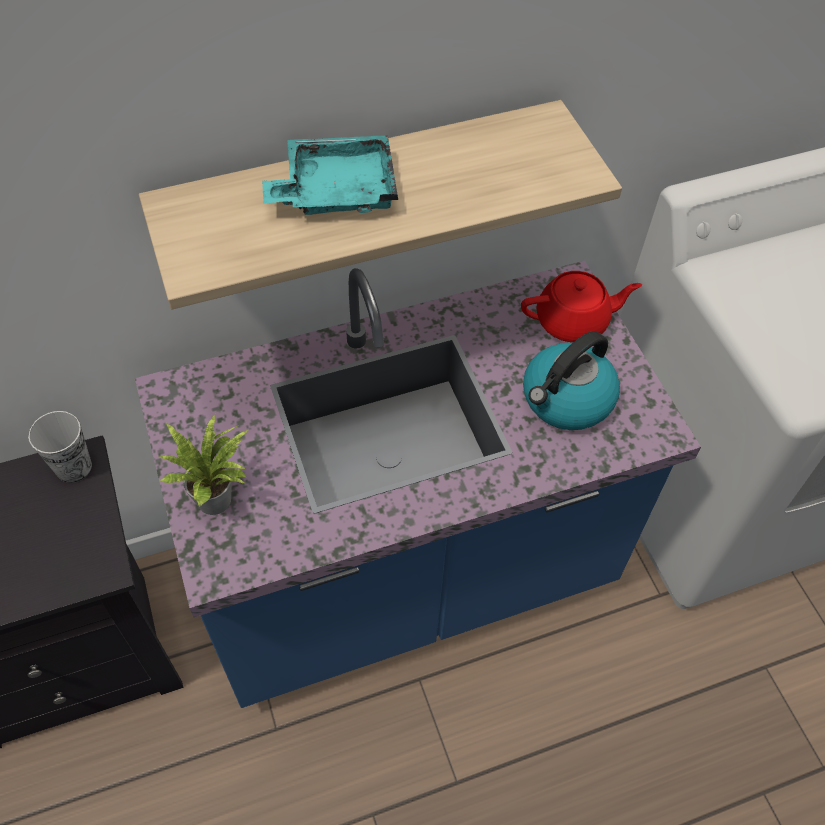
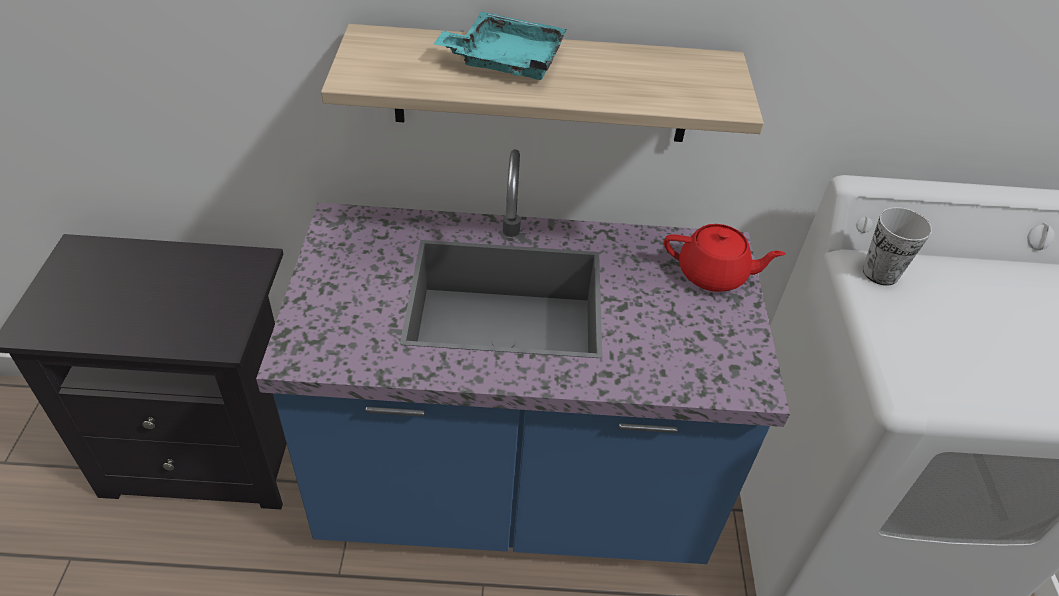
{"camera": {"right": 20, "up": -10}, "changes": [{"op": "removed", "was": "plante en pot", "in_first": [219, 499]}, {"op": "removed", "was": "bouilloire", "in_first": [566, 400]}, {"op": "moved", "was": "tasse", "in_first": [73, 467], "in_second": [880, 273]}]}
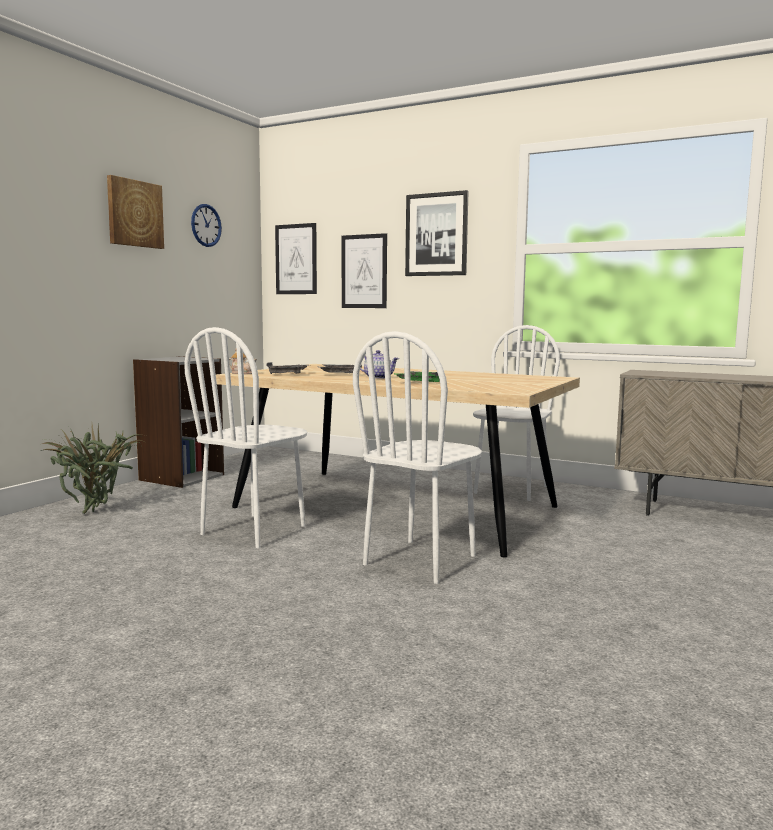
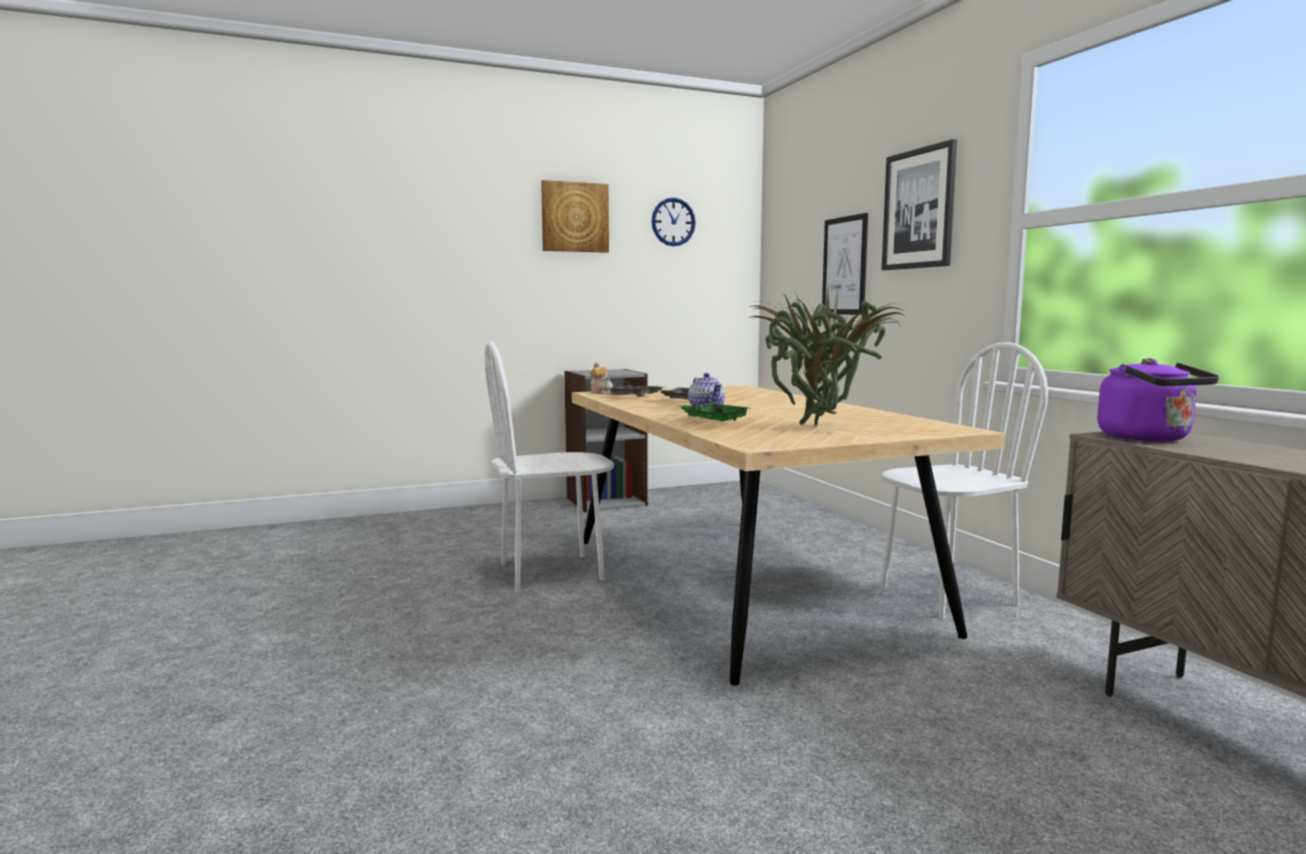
{"camera": {"right": 40, "up": 0}, "changes": [{"op": "removed", "was": "tableau", "in_first": [296, 259]}, {"op": "removed", "was": "chaise [blanc]", "in_first": [421, 560]}, {"op": "added", "now": "bouilloire [violet]", "in_second": [1149, 439]}, {"op": "moved", "was": "plante en pot", "in_first": [98, 512], "in_second": [823, 426]}]}
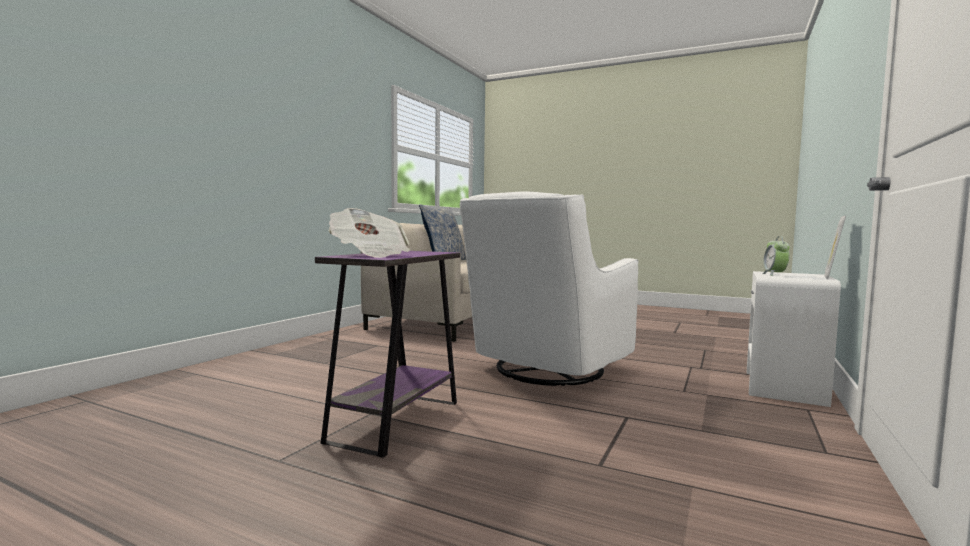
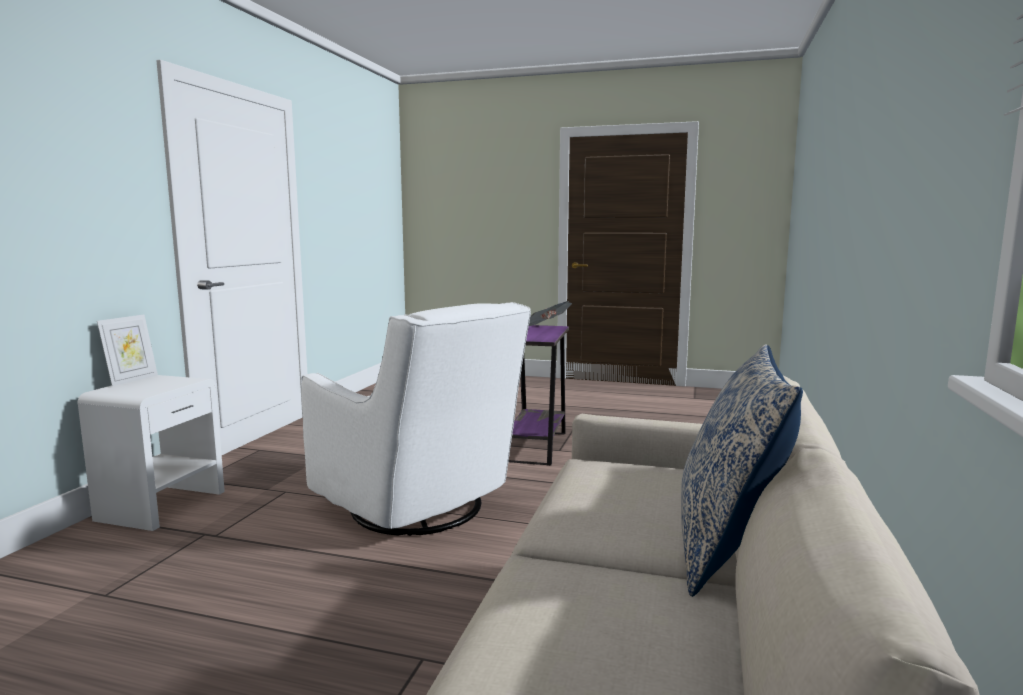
{"camera": {"right": 170, "up": 5}, "changes": [{"op": "removed", "was": "réveil", "in_first": [774, 275]}, {"op": "turned", "was": "fauteuil [blanc]", "in_first": [546, 370], "in_second": [420, 509], "clockwise": 105}]}
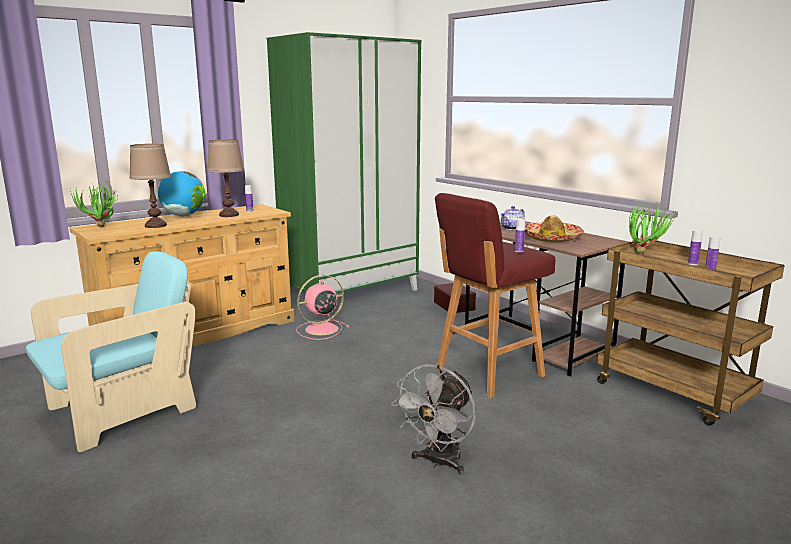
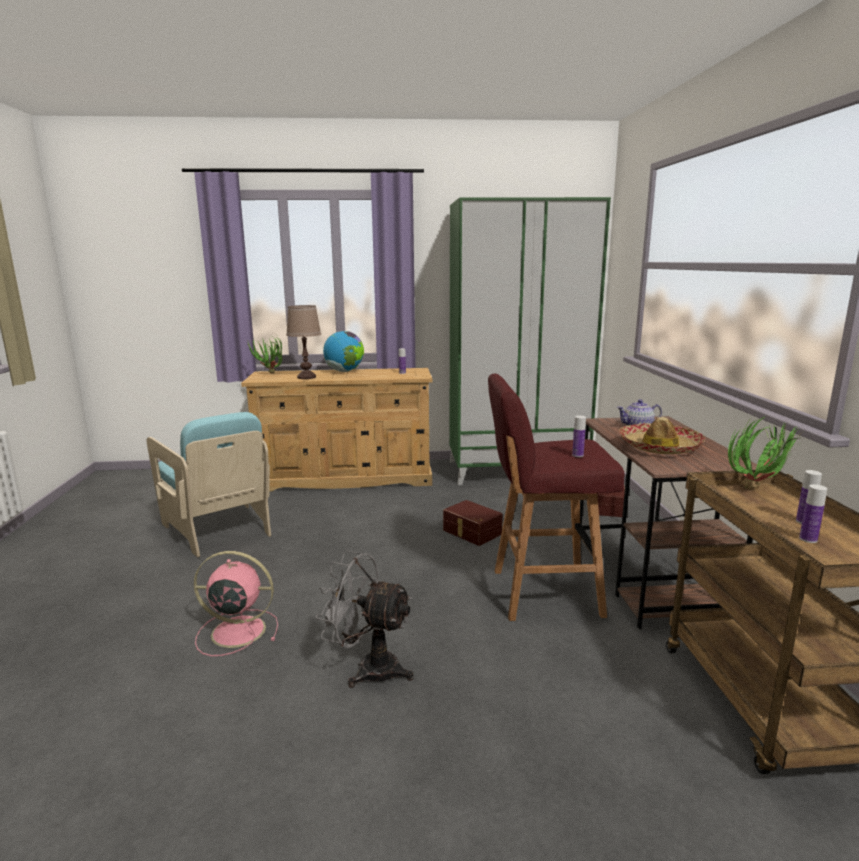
{"camera": {"right": 35, "up": 0}, "changes": [{"op": "removed", "was": "lampe de table [marron]", "in_first": [229, 215]}, {"op": "added", "now": "boîte de rangement [marron]", "in_second": [471, 532]}, {"op": "moved", "was": "ventilateur [rose]", "in_first": [320, 329], "in_second": [236, 631]}, {"op": "turned", "was": "fauteuil [turquoise]", "in_first": [122, 411], "in_second": [218, 528], "clockwise": 60}, {"op": "turned", "was": "ventilateur [gris]", "in_first": [438, 463], "in_second": [369, 668], "clockwise": 45}]}
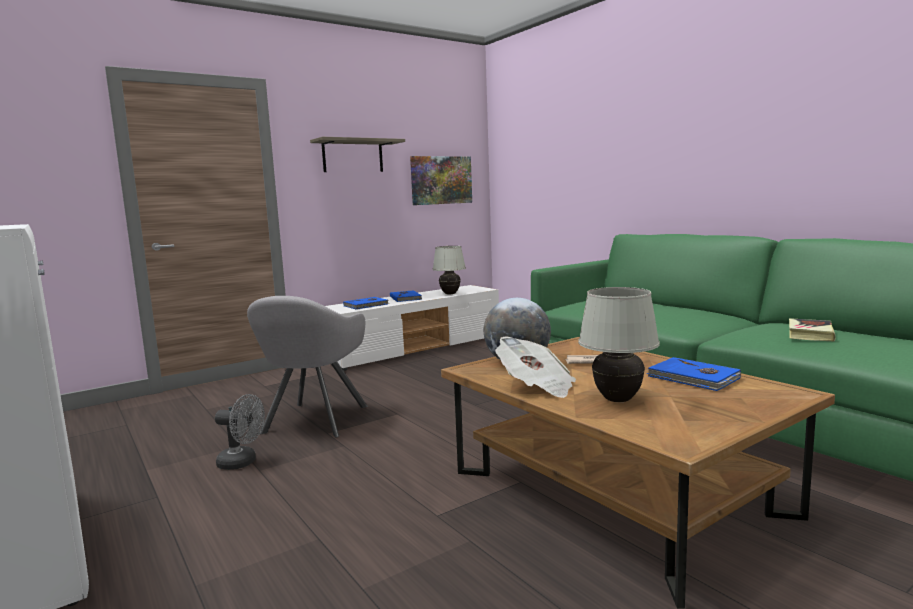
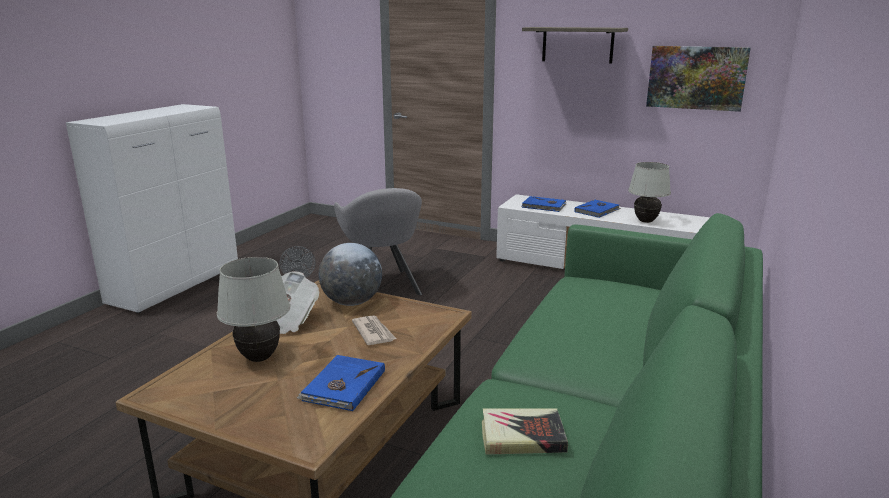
{"camera": {"right": 60, "up": 10}, "changes": [{"op": "turned", "was": "fauteuil [gris]", "in_first": [314, 421], "in_second": [382, 287], "clockwise": -90}]}
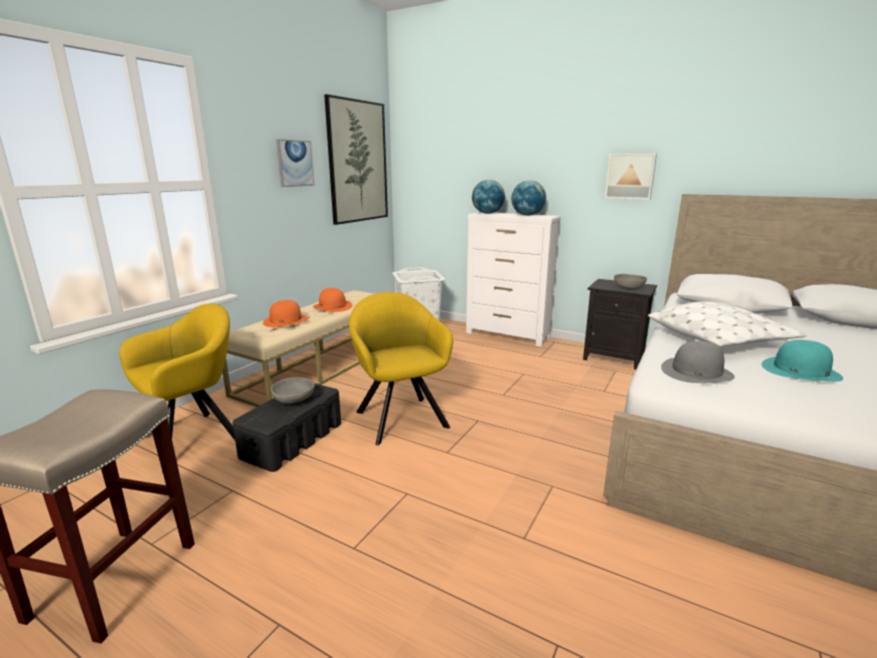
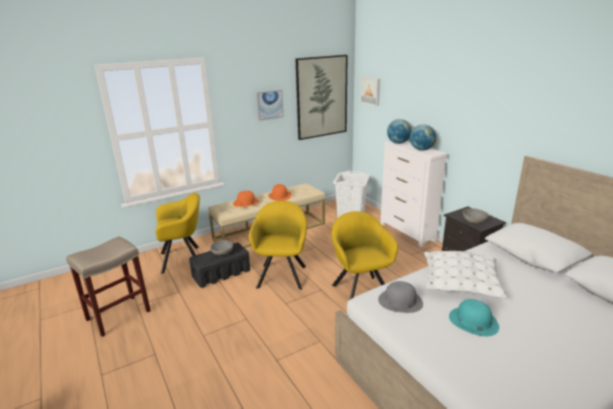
{"camera": {"right": 30, "up": 5}, "changes": [{"op": "added", "now": "fauteuil [jaune]", "in_second": [360, 290]}, {"op": "moved", "was": "tableau", "in_first": [630, 176], "in_second": [371, 90]}]}
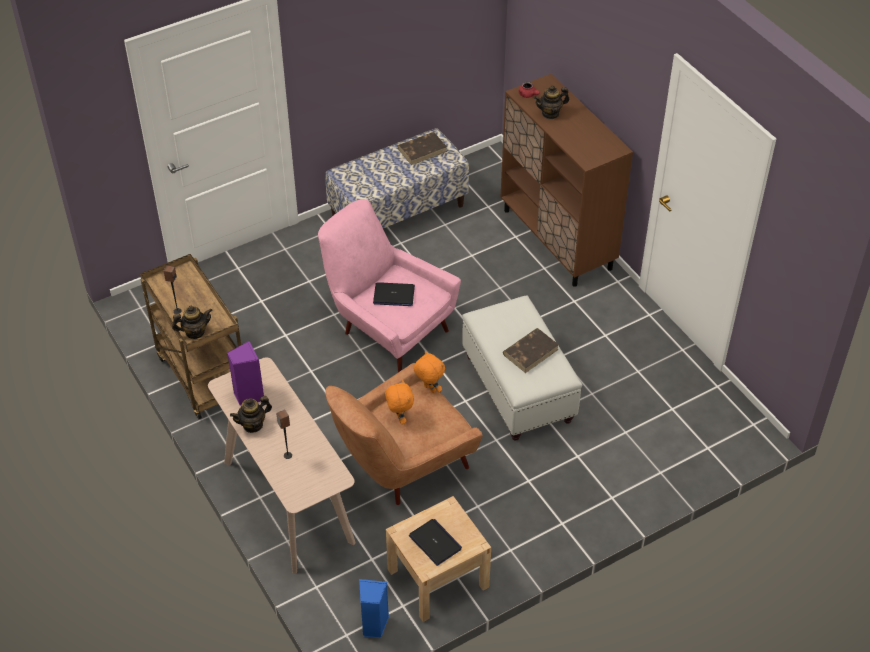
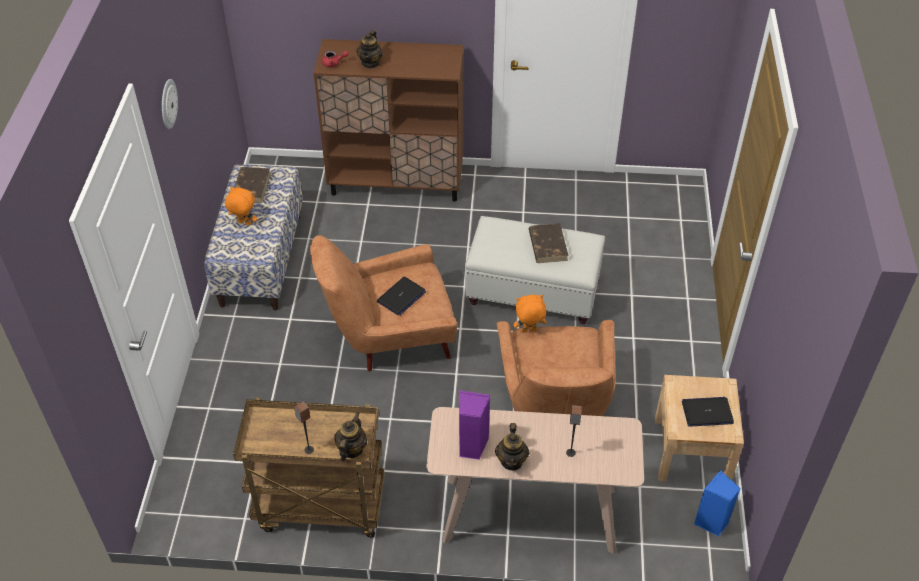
{"camera": {"right": -55, "up": 0}, "changes": [{"op": "added", "now": "horloge murale", "in_second": [167, 104]}, {"op": "moved", "was": "peluche [orange]", "in_first": [399, 418], "in_second": [243, 223]}, {"op": "recoloured", "was": "fauteuil [rose]", "now": "fauteuil [marron]", "in_first": [387, 328], "in_second": [390, 339]}]}
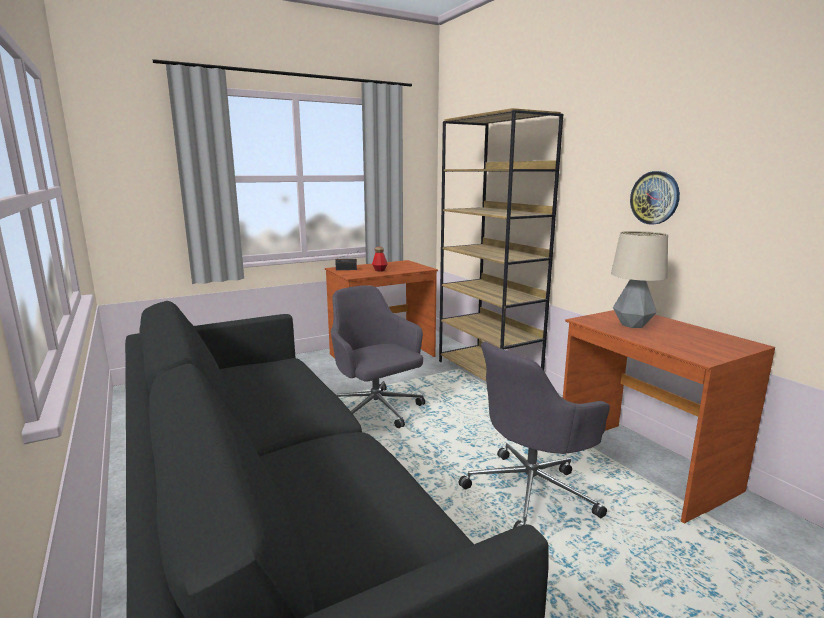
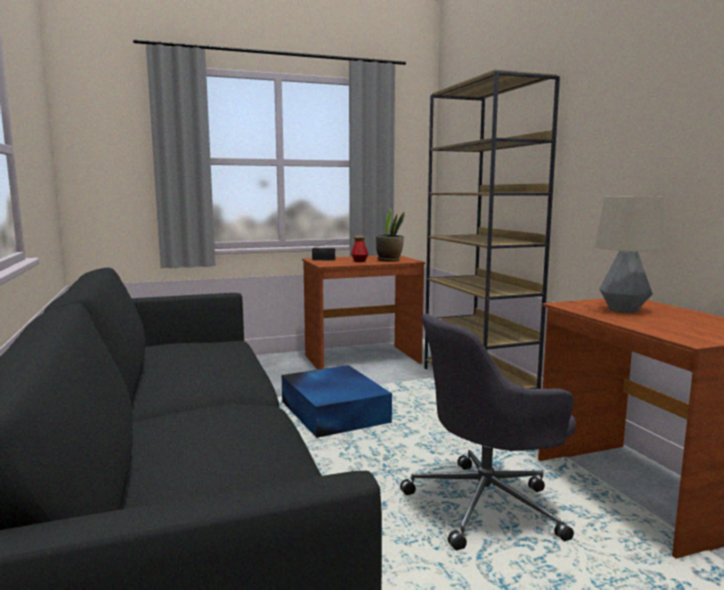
{"camera": {"right": 10, "up": -5}, "changes": [{"op": "removed", "was": "horloge murale", "in_first": [655, 198]}, {"op": "added", "now": "plante en pot", "in_second": [389, 260]}, {"op": "replaced", "was": "chaise de bureau [gris]", "now": "boîte de rangement [bleu]", "in_first": [376, 412], "in_second": [334, 412]}]}
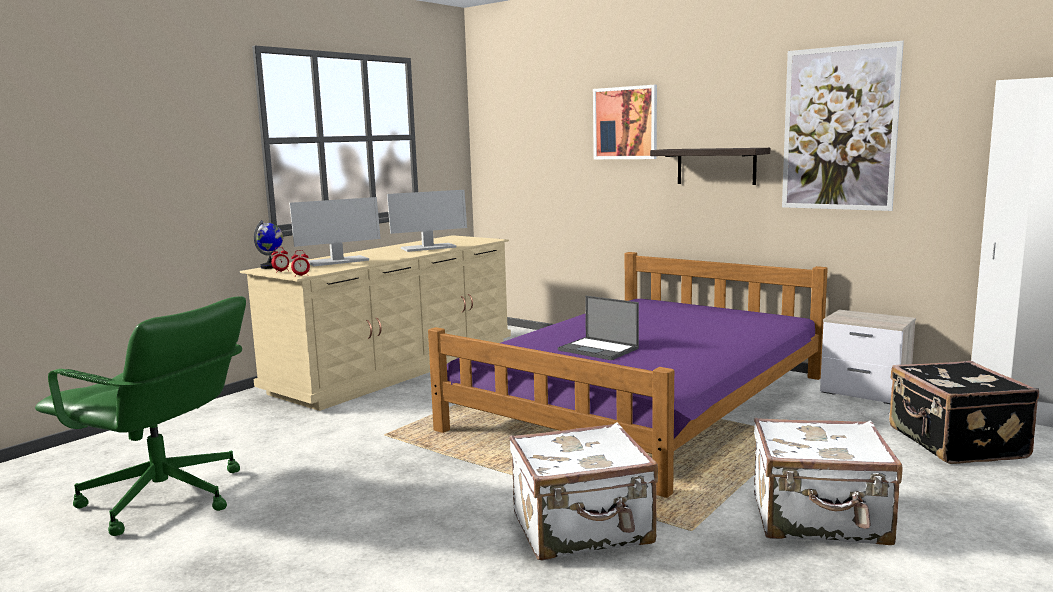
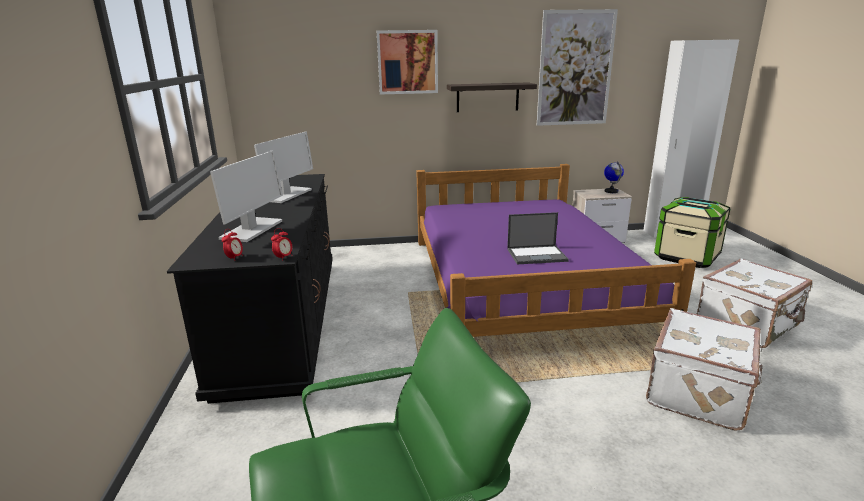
{"camera": {"right": -45, "up": 10}, "changes": [{"op": "moved", "was": "globe", "in_first": [271, 267], "in_second": [611, 191]}, {"op": "replaced", "was": "valise [noir]", "now": "boîte de rangement", "in_first": [954, 443], "in_second": [686, 257]}, {"op": "recoloured", "was": "commode [beige]", "now": "commode [noir]", "in_first": [396, 368], "in_second": [283, 321]}]}
